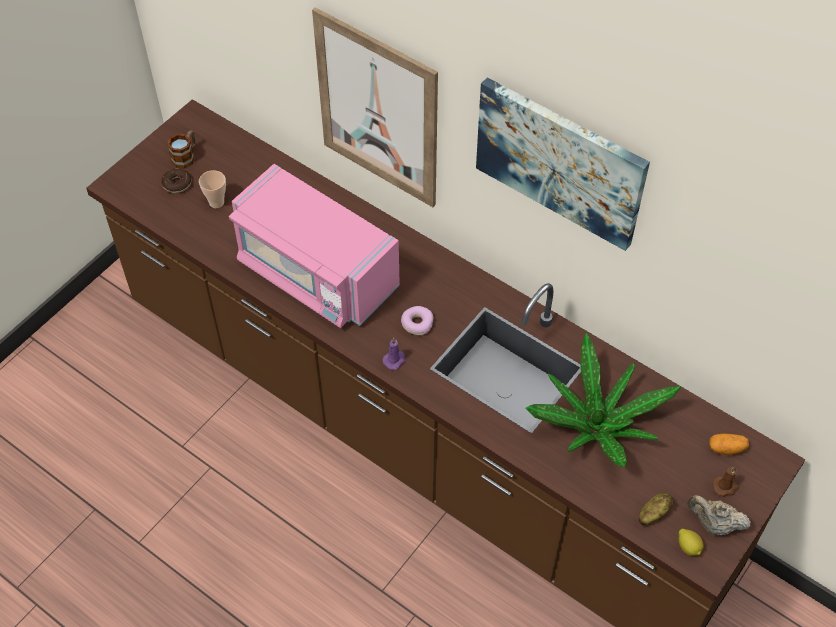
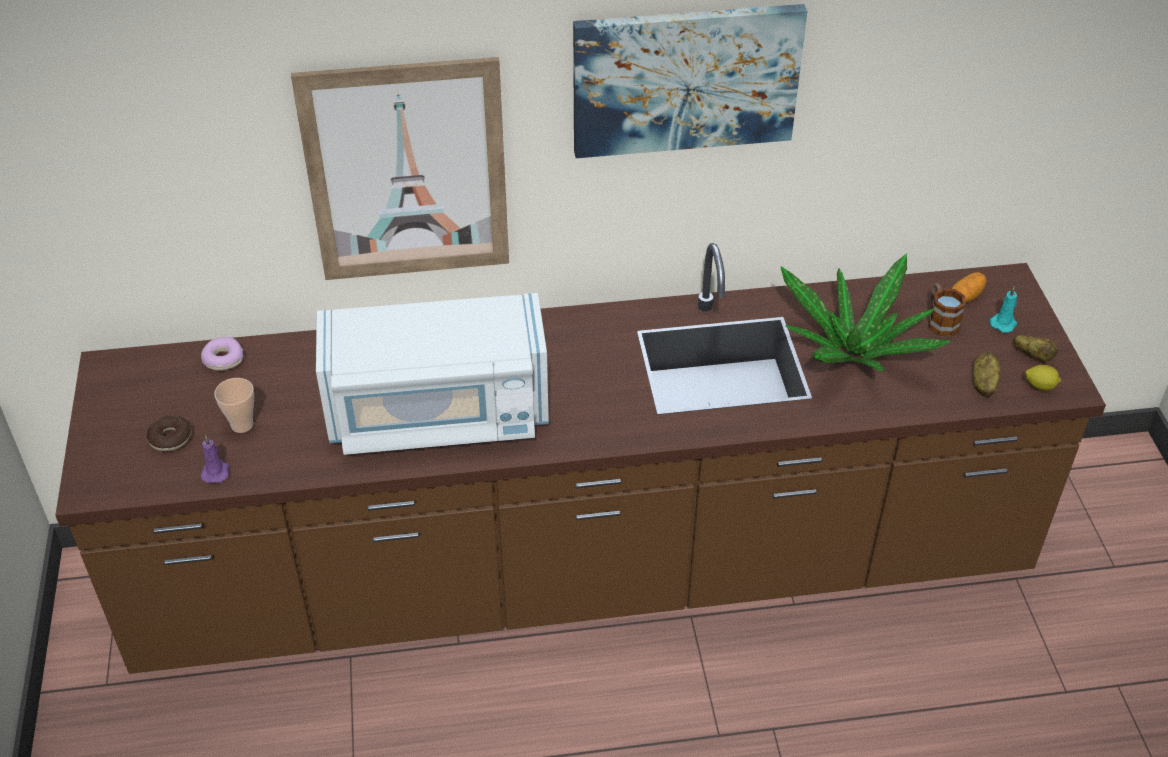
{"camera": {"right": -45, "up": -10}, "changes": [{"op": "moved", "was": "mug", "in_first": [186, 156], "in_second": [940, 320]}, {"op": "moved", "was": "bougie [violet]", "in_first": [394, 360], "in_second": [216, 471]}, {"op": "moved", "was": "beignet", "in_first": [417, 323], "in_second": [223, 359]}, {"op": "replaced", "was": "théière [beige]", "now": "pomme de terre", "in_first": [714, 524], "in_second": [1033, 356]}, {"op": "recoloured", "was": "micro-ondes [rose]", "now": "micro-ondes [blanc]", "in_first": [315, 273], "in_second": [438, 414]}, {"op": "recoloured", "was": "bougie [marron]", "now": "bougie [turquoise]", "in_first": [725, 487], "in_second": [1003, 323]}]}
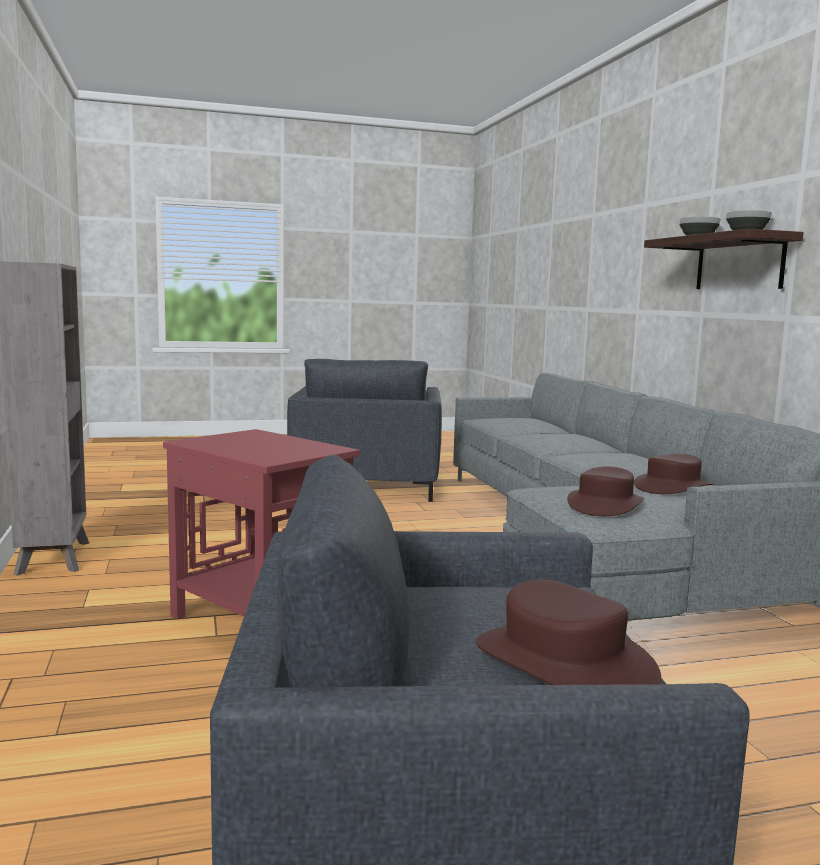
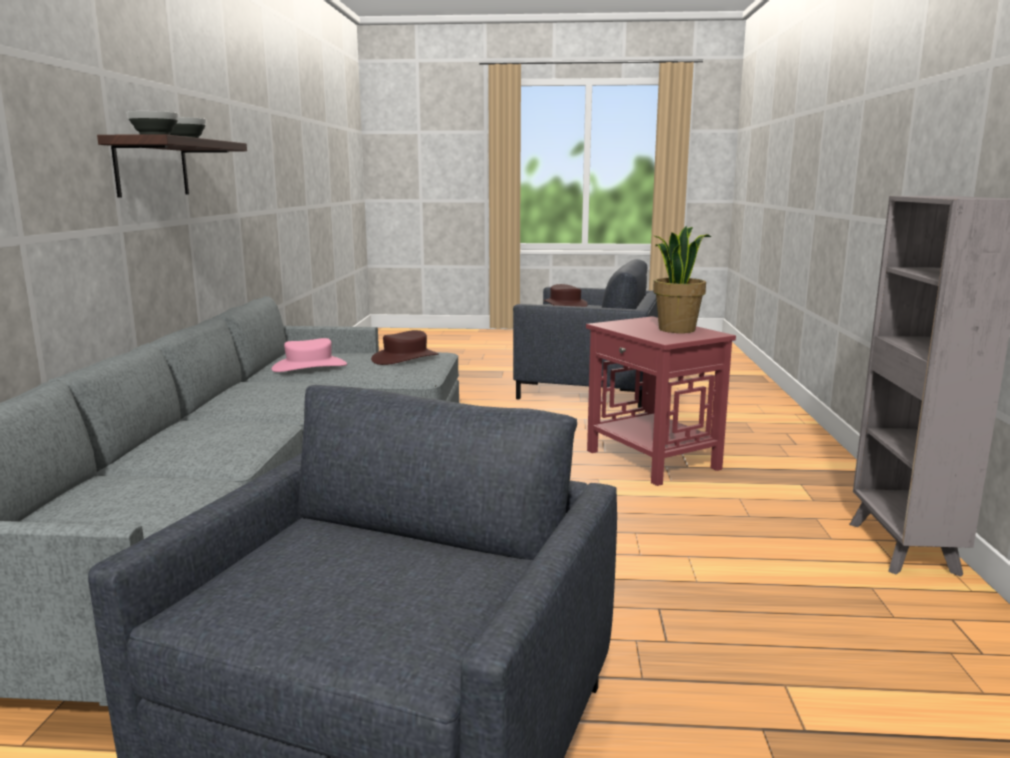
{"camera": {"right": -160, "up": 5}, "changes": [{"op": "added", "now": "plante en pot", "in_second": [676, 329]}, {"op": "recoloured", "was": "chapeau [marron]", "now": "chapeau [rose]", "in_first": [672, 487], "in_second": [309, 367]}]}
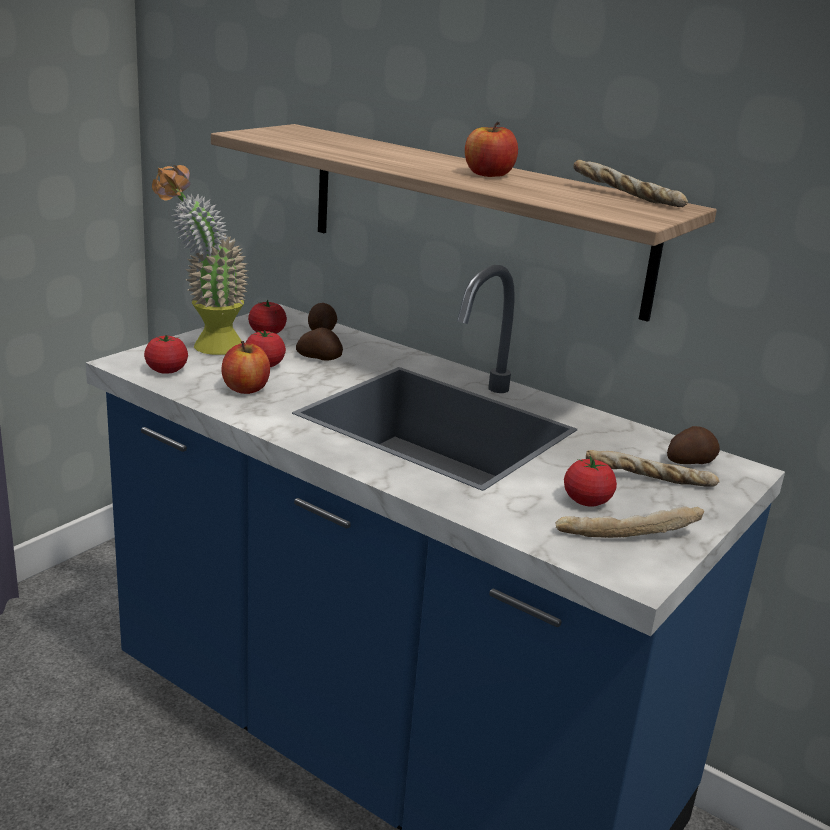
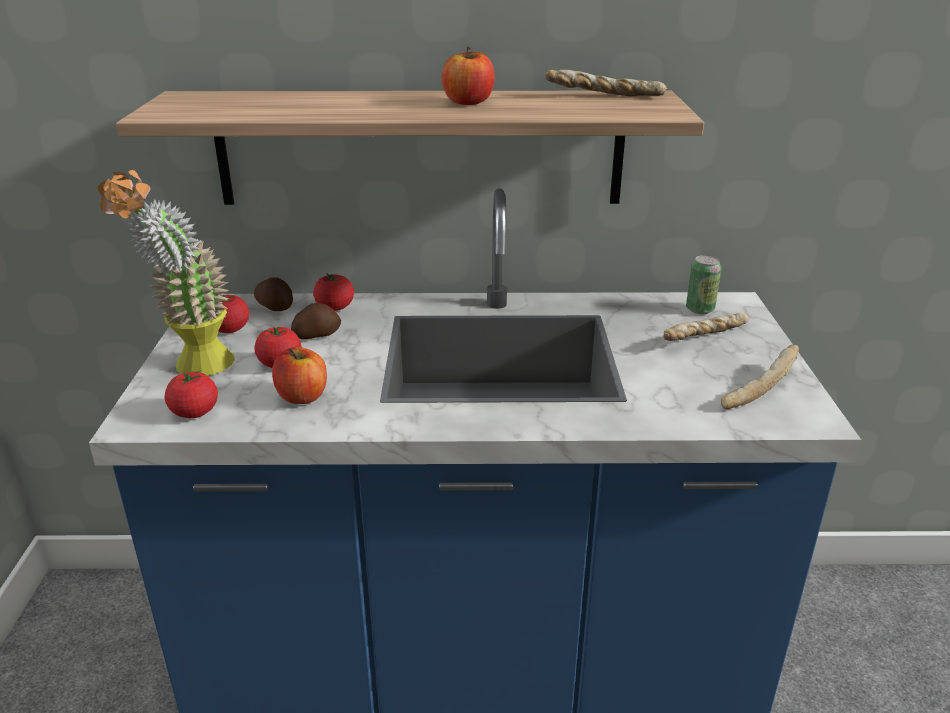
{"camera": {"right": -35, "up": 5}, "changes": [{"op": "moved", "was": "tomate", "in_first": [587, 501], "in_second": [335, 307]}, {"op": "replaced", "was": "pomme de terre", "now": "boîte métallique", "in_first": [689, 461], "in_second": [700, 309]}]}
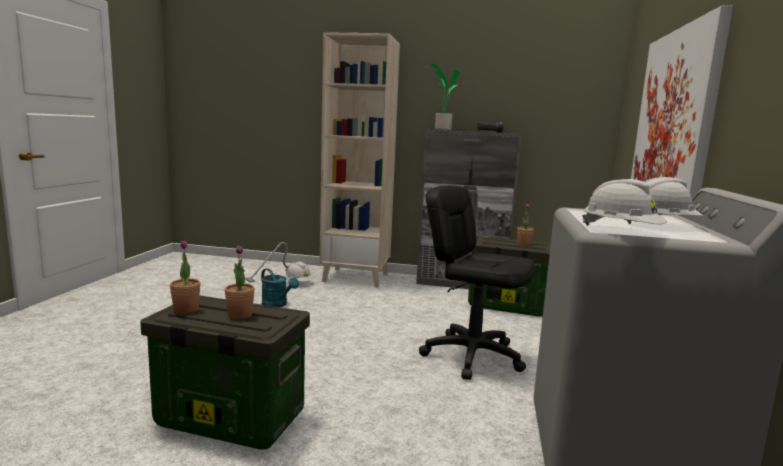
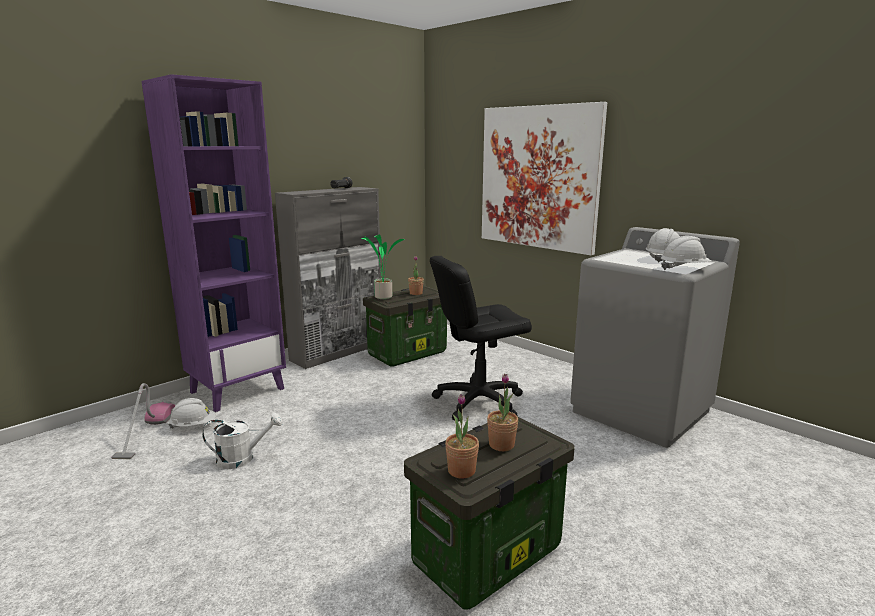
{"camera": {"right": -55, "up": 5}, "changes": [{"op": "moved", "was": "plante en pot", "in_first": [441, 130], "in_second": [382, 297]}, {"op": "recoloured", "was": "arrosoir [turquoise]", "now": "arrosoir [blanc]", "in_first": [277, 305], "in_second": [242, 458]}, {"op": "recoloured", "was": "bibliothèque [beige]", "now": "bibliothèque [violet]", "in_first": [356, 277], "in_second": [237, 390]}]}
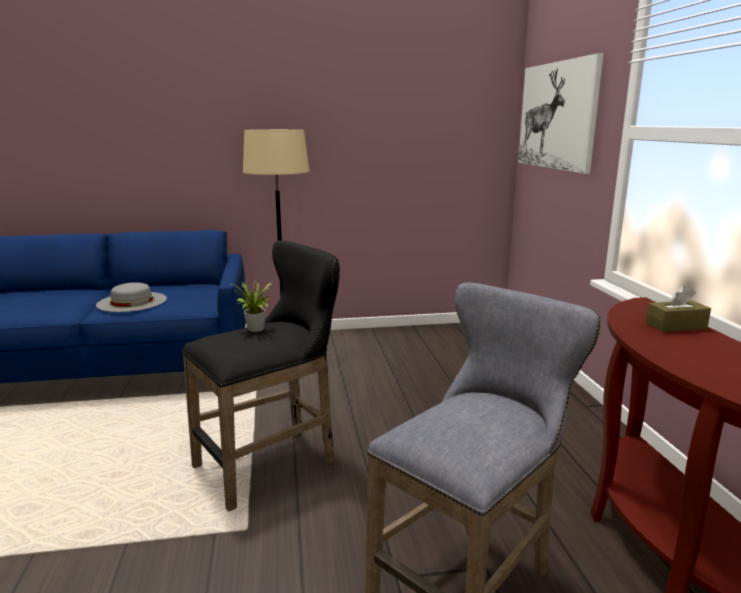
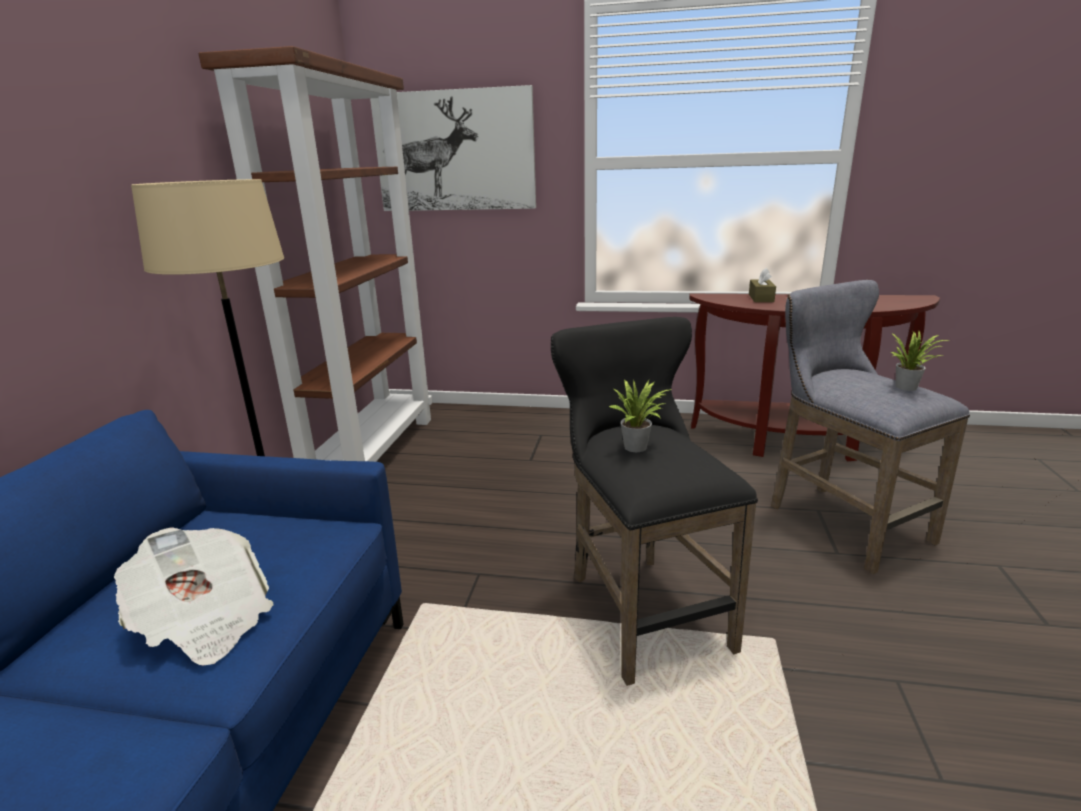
{"camera": {"right": -70, "up": 5}, "changes": [{"op": "added", "now": "bibliothèque [marron]", "in_second": [373, 452]}, {"op": "added", "now": "plante en pot", "in_second": [908, 387]}, {"op": "replaced", "was": "chapeau [gris]", "now": "journal", "in_first": [132, 302], "in_second": [205, 620]}]}
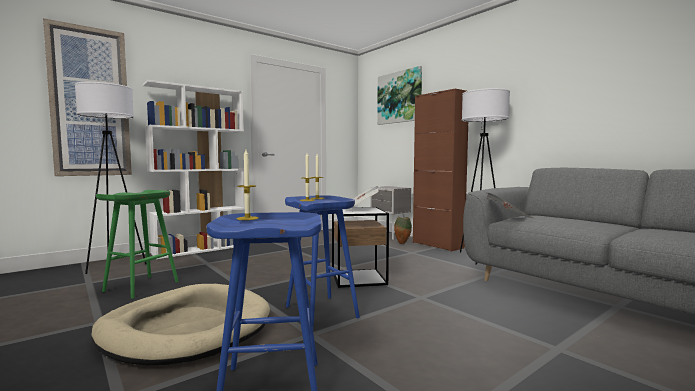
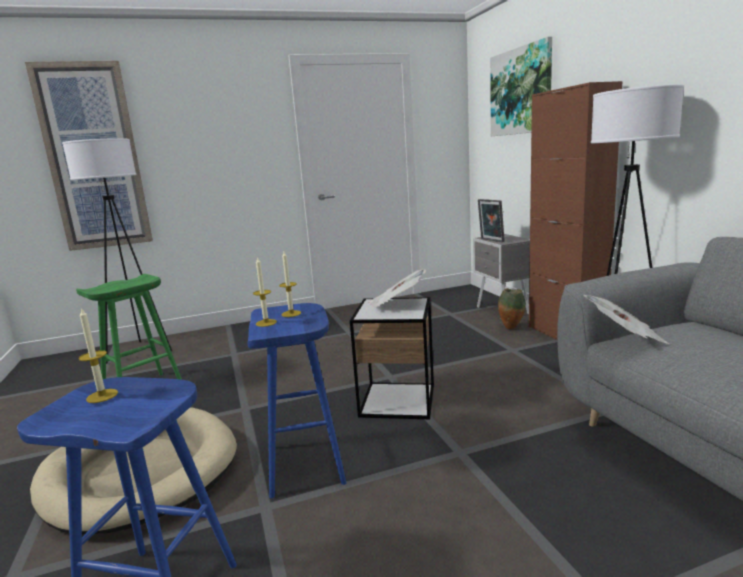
{"camera": {"right": 20, "up": 10}, "changes": [{"op": "removed", "was": "bibliothèque [blanc]", "in_first": [201, 249]}, {"op": "added", "now": "cadre photo", "in_second": [491, 240]}]}
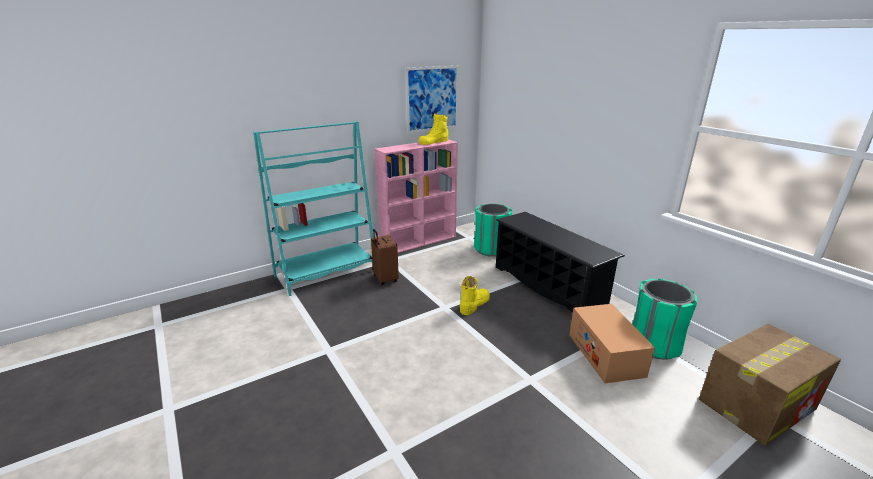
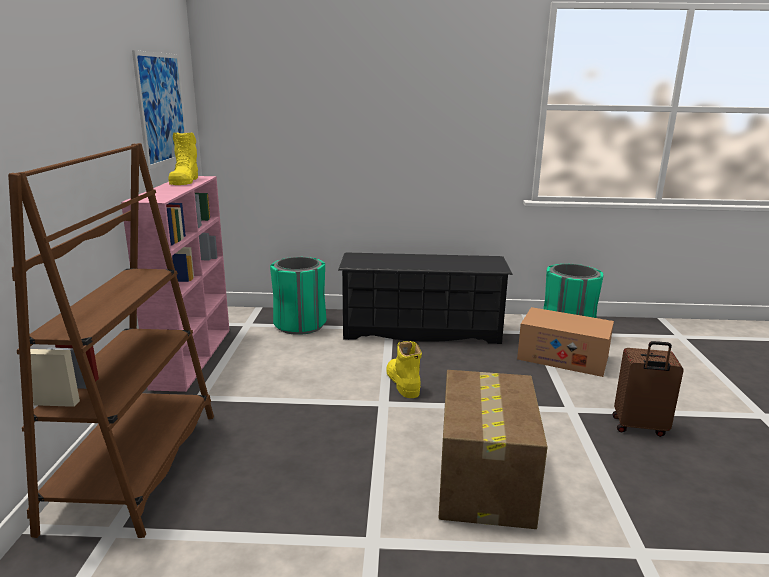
{"camera": {"right": -55, "up": -5}, "changes": [{"op": "moved", "was": "valise [marron]", "in_first": [385, 279], "in_second": [639, 427]}, {"op": "moved", "was": "carton", "in_first": [757, 403], "in_second": [484, 478]}, {"op": "recoloured", "was": "bibliothèque [turquoise]", "now": "bibliothèque [marron]", "in_first": [326, 273], "in_second": [136, 468]}]}
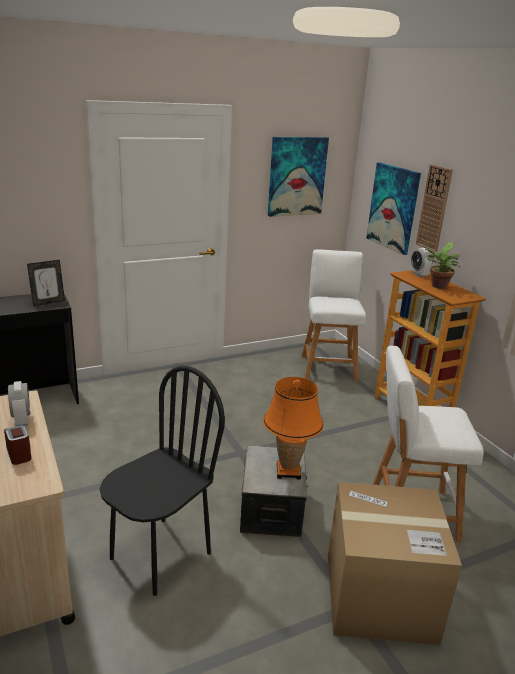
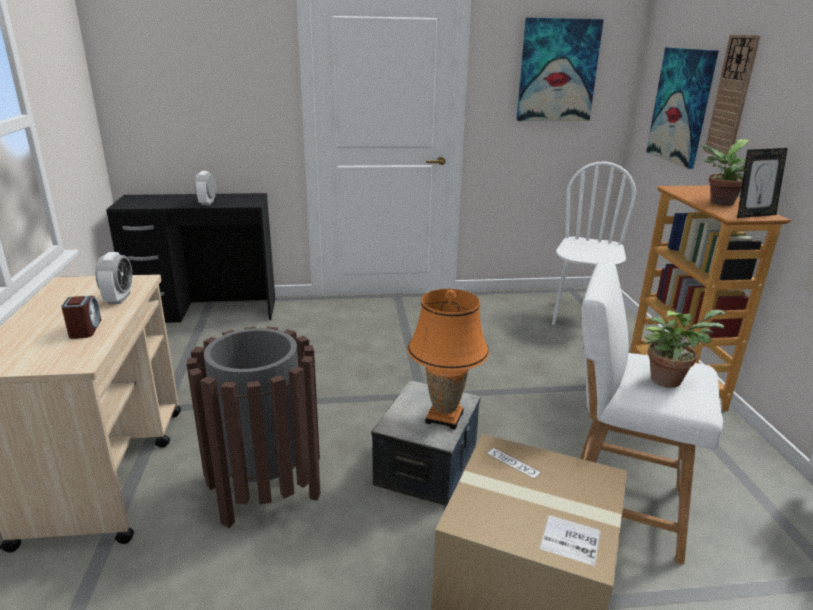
{"camera": {"right": 20, "up": 0}, "changes": [{"op": "added", "now": "plante en pot", "in_second": [668, 379]}, {"op": "moved", "was": "cadre photo", "in_first": [48, 302], "in_second": [753, 215]}, {"op": "moved", "was": "réveil", "in_first": [419, 274], "in_second": [207, 203]}, {"op": "replaced", "was": "chaise [noir]", "now": "poubelle [marron]", "in_first": [160, 555], "in_second": [265, 491]}, {"op": "replaced", "was": "tabouret [blanc]", "now": "chaise [blanc]", "in_first": [328, 366], "in_second": [581, 316]}]}
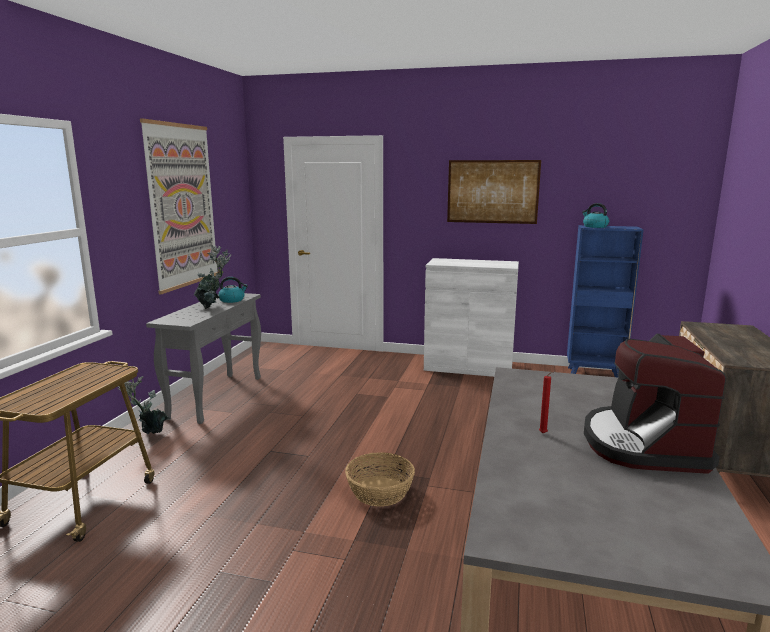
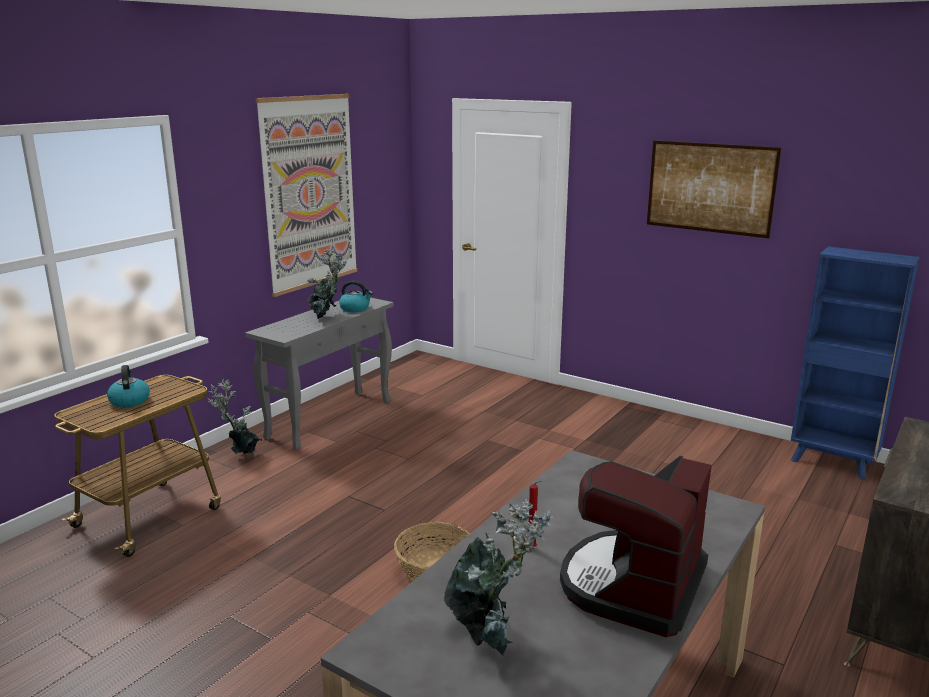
{"camera": {"right": 20, "up": 5}, "changes": [{"op": "removed", "was": "meuble de rangement [blanc]", "in_first": [468, 367]}, {"op": "added", "now": "plante en pot", "in_second": [491, 636]}, {"op": "moved", "was": "bouilloire", "in_first": [594, 226], "in_second": [129, 401]}]}
